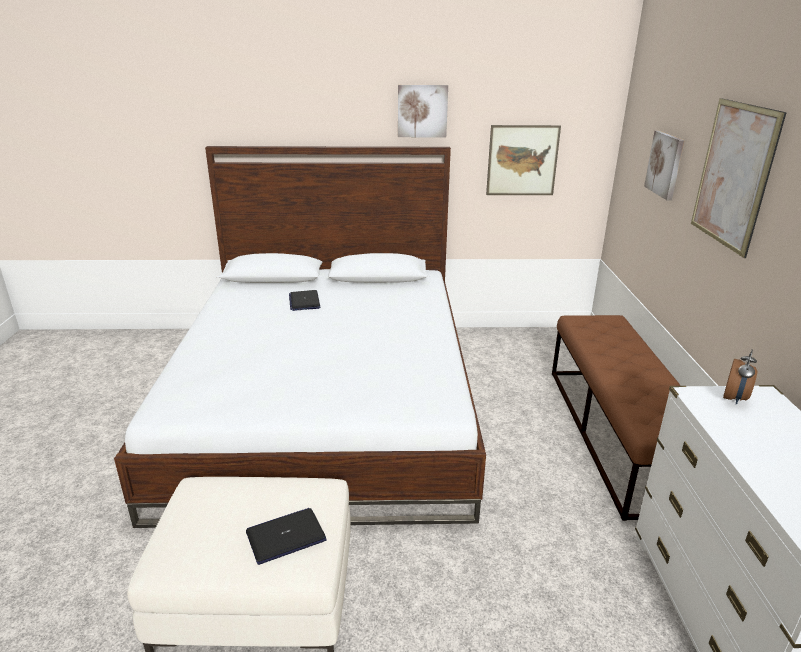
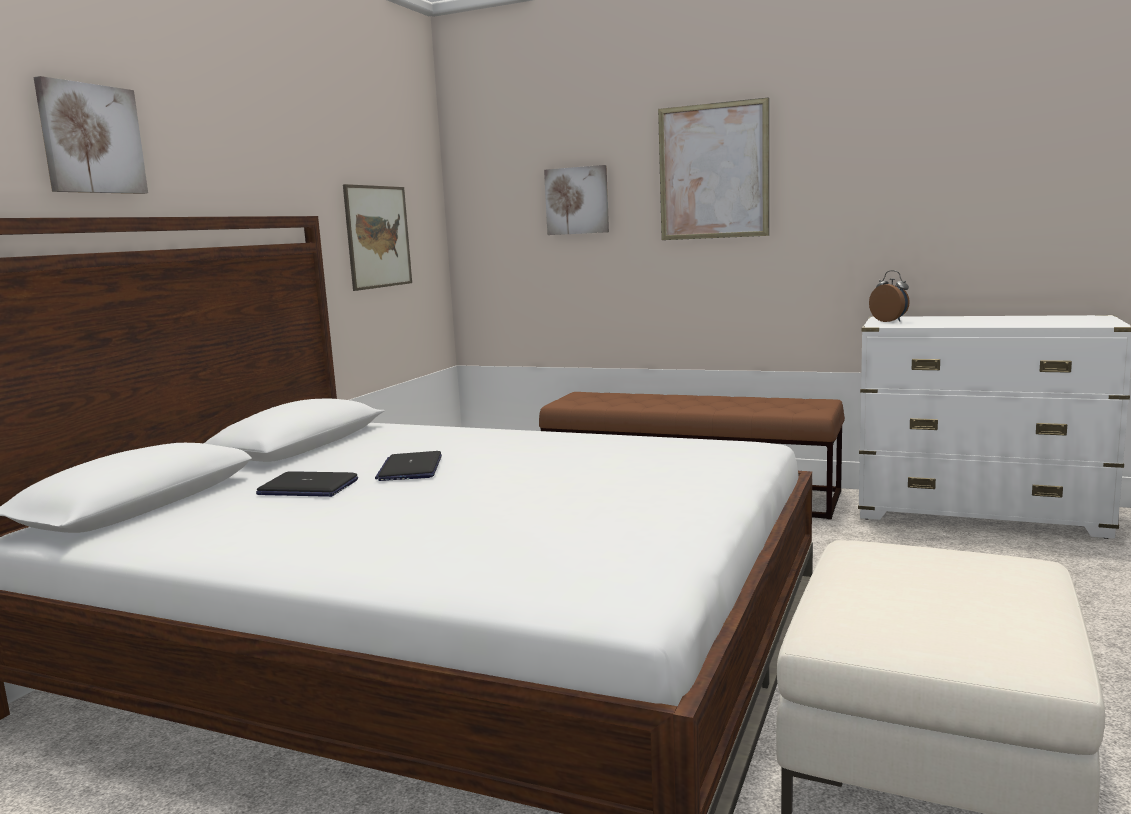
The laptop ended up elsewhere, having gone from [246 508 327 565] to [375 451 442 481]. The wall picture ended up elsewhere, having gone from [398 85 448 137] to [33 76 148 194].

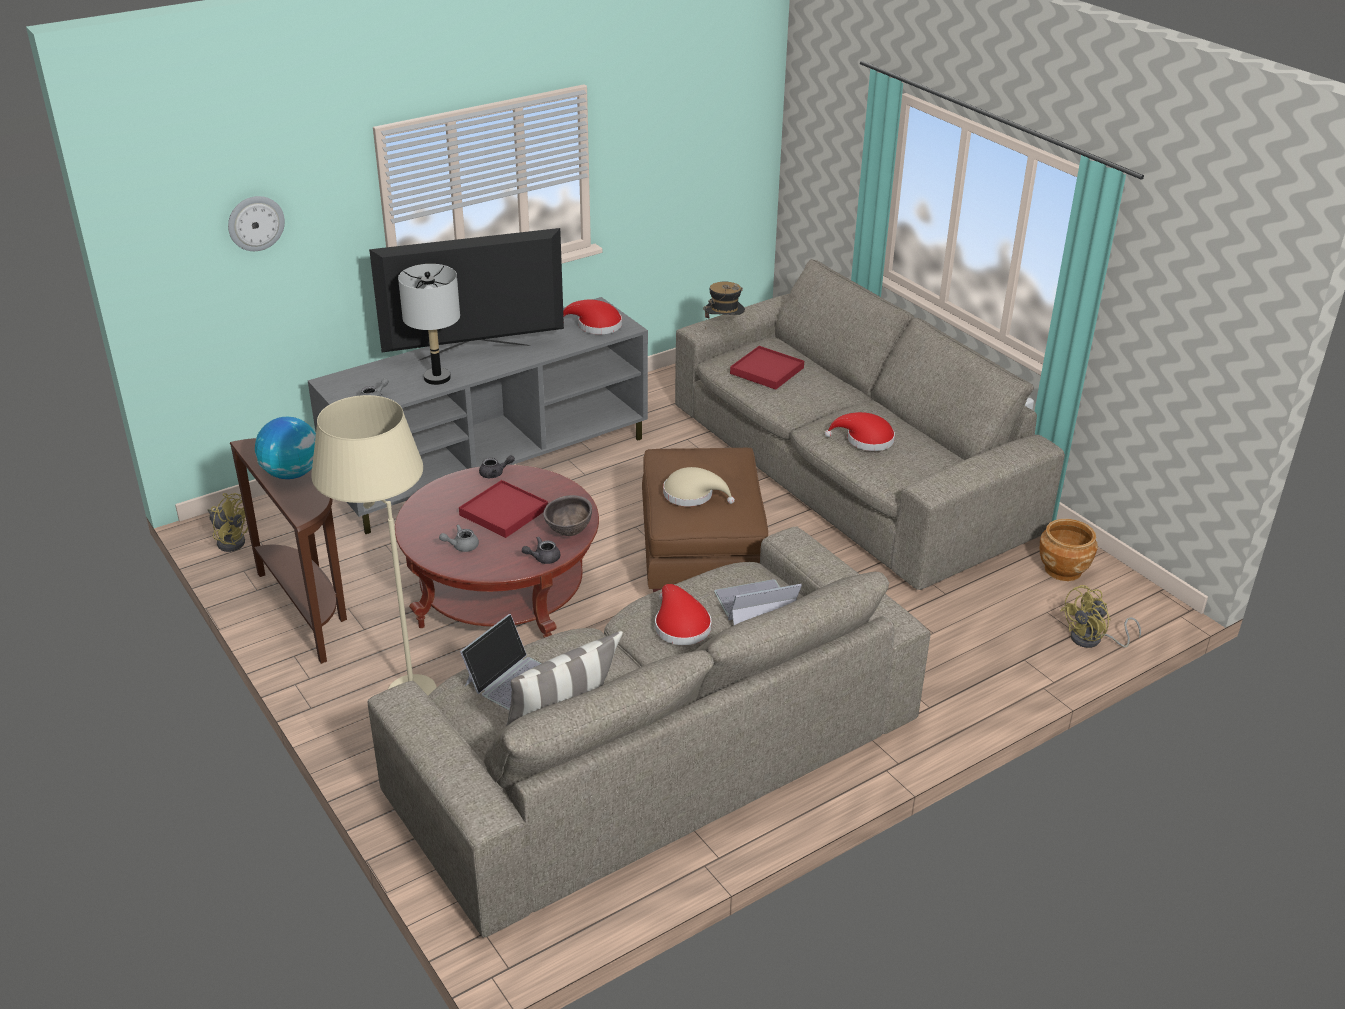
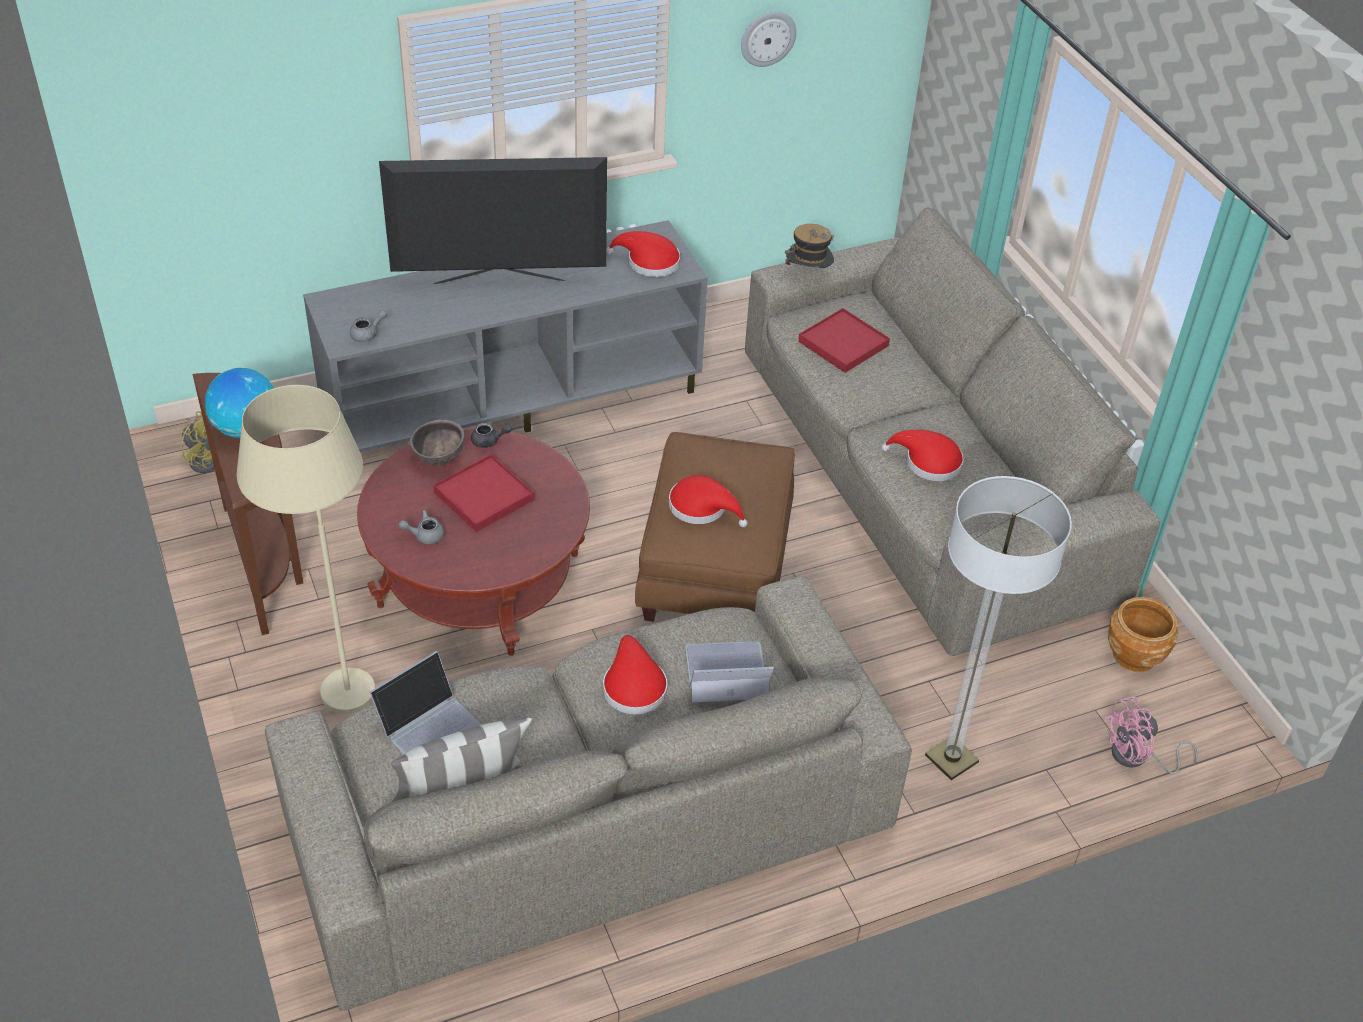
The second view lost the gray table lamp at [398 264 460 385]. The second view lost the gray pot for tea at [522 537 560 564]. The second view gained the standard lamp at [925 476 1072 780]. The clock on the wall ended up elsewhere, having gone from [228 196 285 251] to [741 11 797 67]. The brown-coloured bowl ended up elsewhere, having gone from [543 495 592 536] to [410 419 465 466]. What was the beige-coloured wearable hat at [663 467 735 507] turned into the red wearable hat at [669 475 748 527]. What was the yellow-coloured electric fan at [1060 585 1141 648] turned into the pinkish electric fan at [1103 697 1198 775].

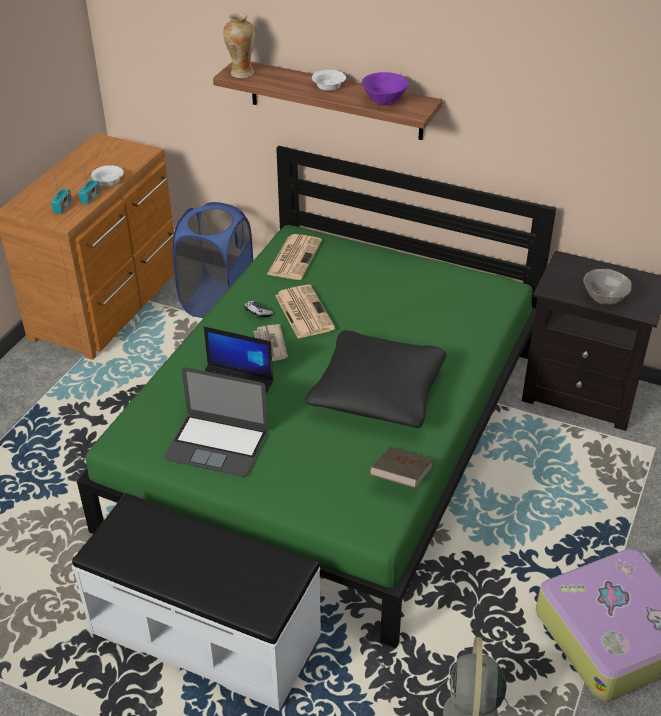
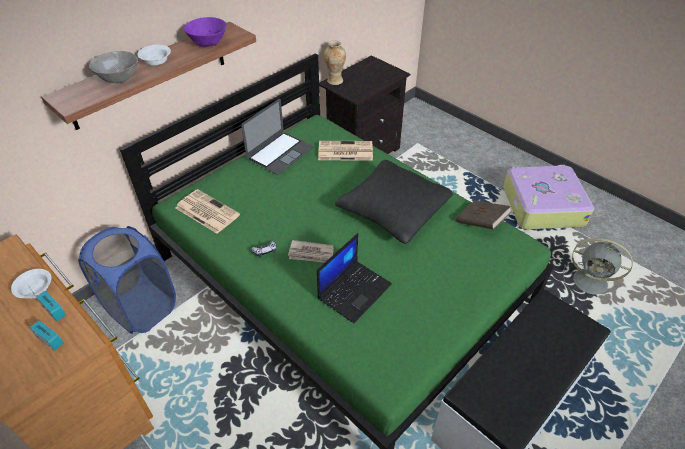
The laptop ended up elsewhere, having gone from [164 367 268 477] to [241 99 313 175]. The vase ended up elsewhere, having gone from [223 13 255 78] to [324 41 346 85]. The daily paper ended up elsewhere, having gone from [275 285 335 338] to [318 141 373 161]. The gray bowl ended up elsewhere, having gone from [583 269 632 305] to [89 51 138 84].

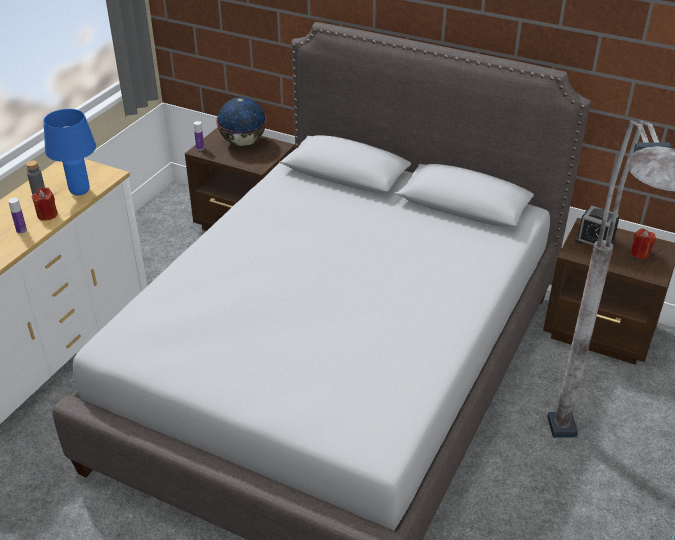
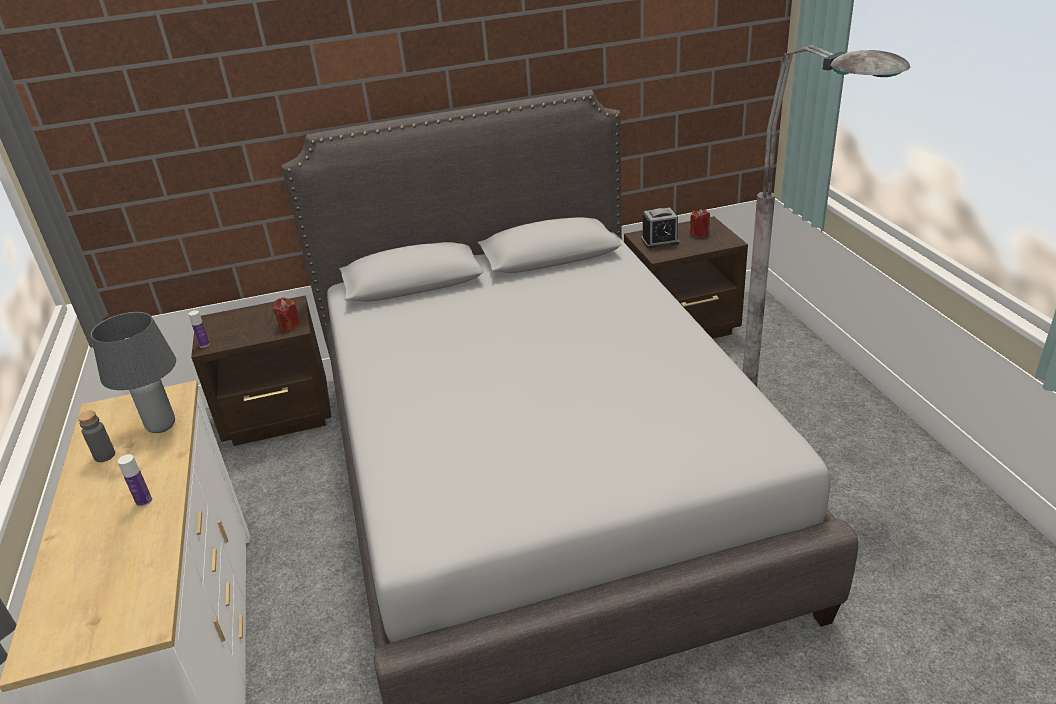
The second view lost the globe at [216 97 267 146]. The red wax candle ended up elsewhere, having gone from [32 187 58 221] to [273 297 301 331]. What was the blue table lamp at [43 109 96 195] turned into the gray table lamp at [91 312 176 433].

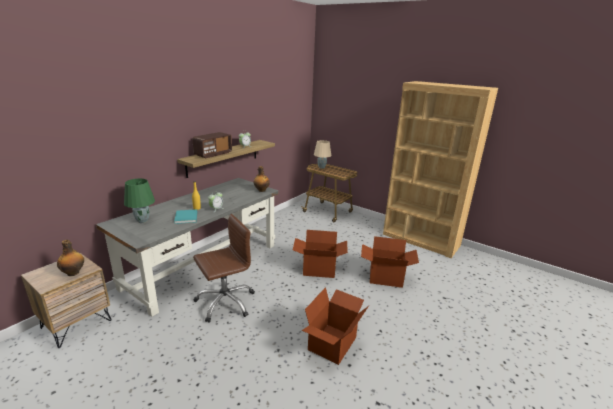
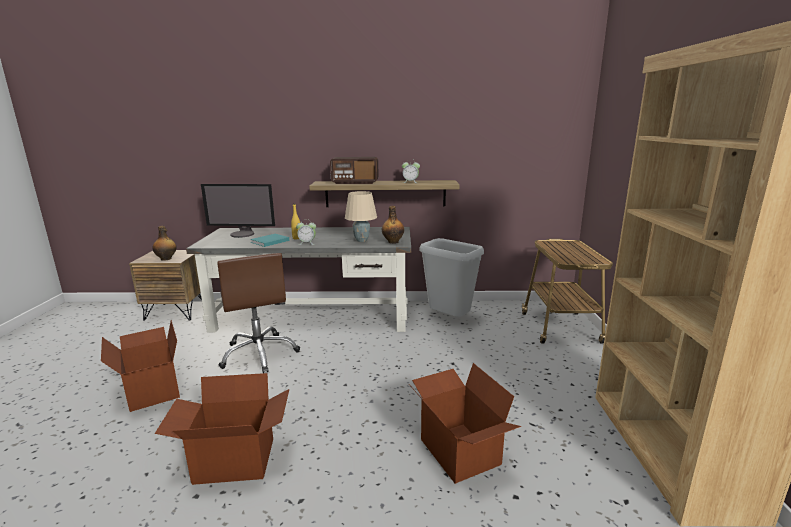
The second view gained the gray trash can at [420 238 484 317]. The cardboard box ended up elsewhere, having gone from [293 230 348 278] to [101 320 180 412]. The beige-coloured table lamp ended up elsewhere, having gone from [314 140 331 169] to [345 191 377 242]. Where the greenish table lamp stood at [124 178 155 223], the computer screen came to stand at [201 184 275 238]. The brown-coloured computer chair at [193 214 255 323] ended up facing another way, 45 degrees clockwise from before.

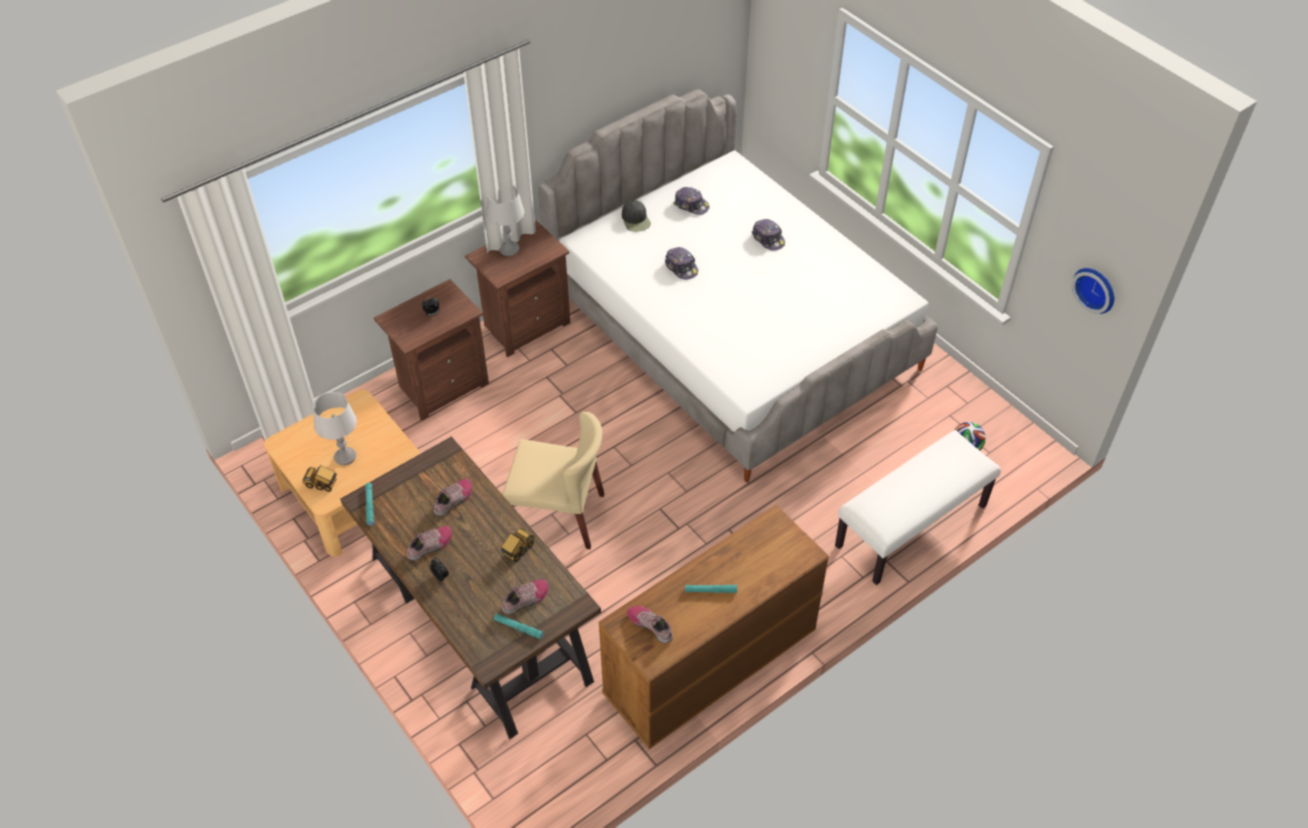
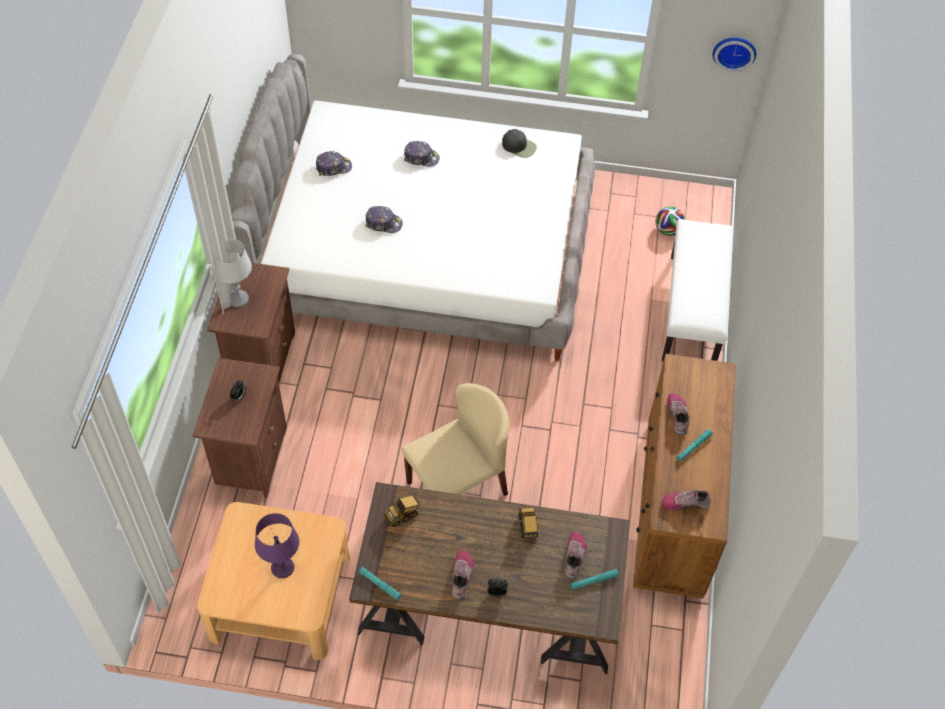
The toy lorry ended up elsewhere, having gone from [303 465 337 492] to [384 495 419 527]. The item of footwear ended up elsewhere, having gone from [433 479 472 516] to [667 393 690 435]. The black baseball cap ended up elsewhere, having gone from [622 200 651 232] to [502 129 537 158]. What was the gray table lamp at [313 392 357 465] turned into the purplish table lamp at [255 513 299 578].

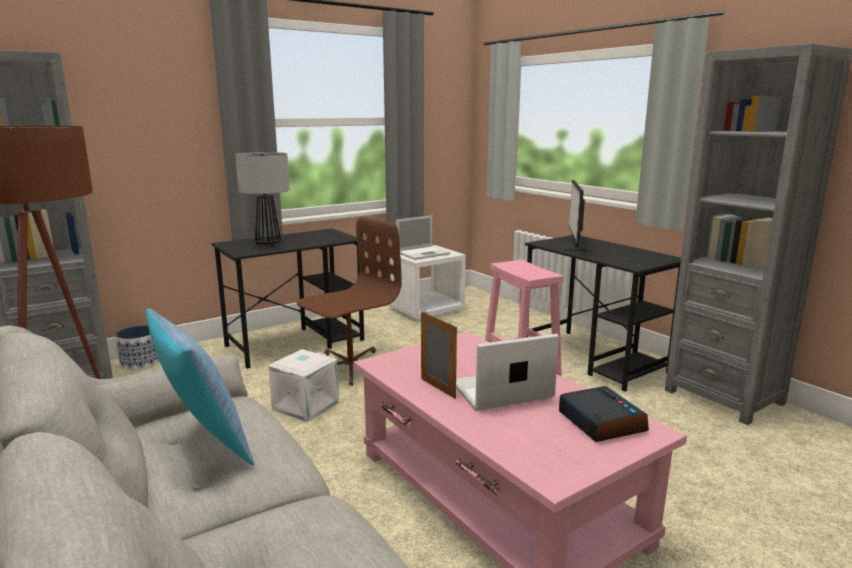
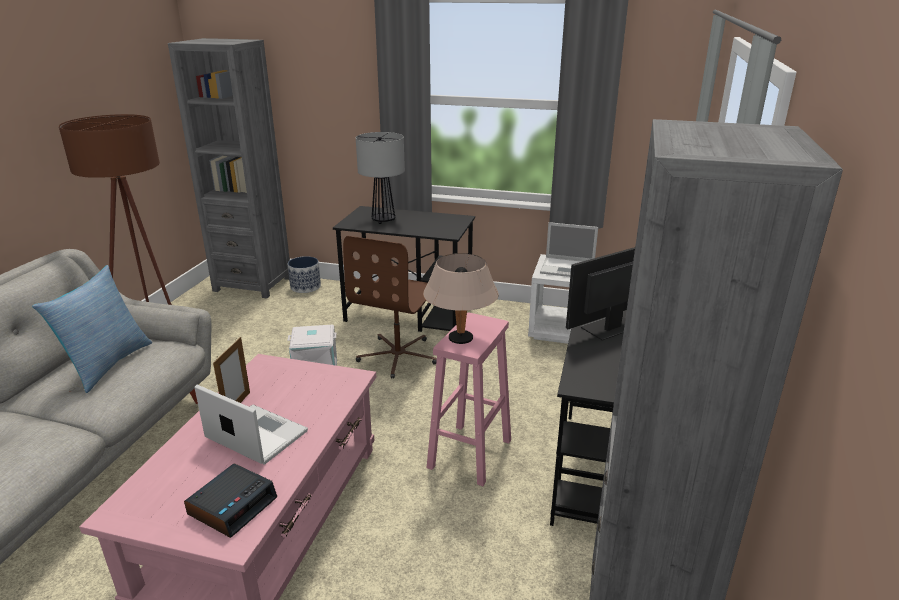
The second view gained the beige-coloured table lamp at [423 253 499 344]. The brown-coloured computer chair at [297 217 402 386] ended up facing another way, 105 degrees clockwise from before.

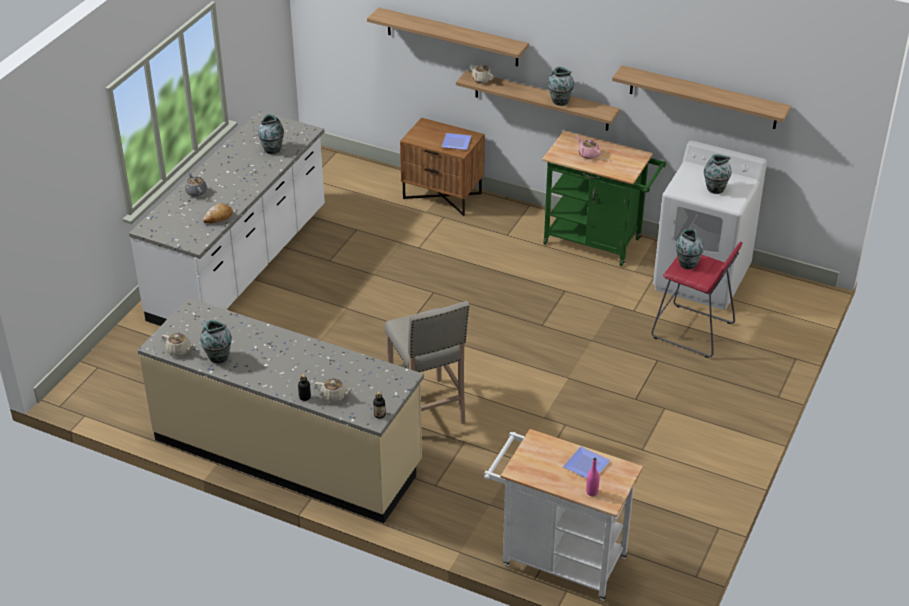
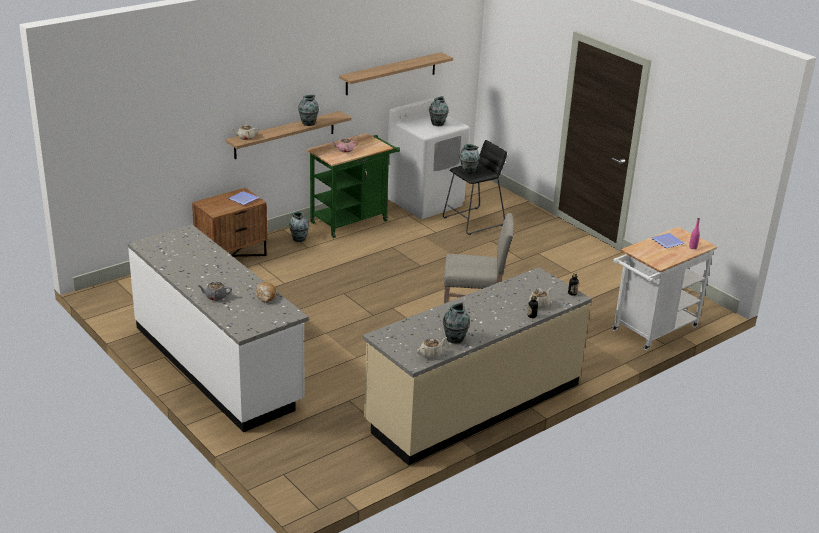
The second view lost the wall shelf at [367 7 529 66]. The vase ended up elsewhere, having gone from [258 114 284 154] to [289 212 309 242]. What was the red sitting stool at [652 242 742 358] turned into the black sitting stool at [443 140 507 235].

